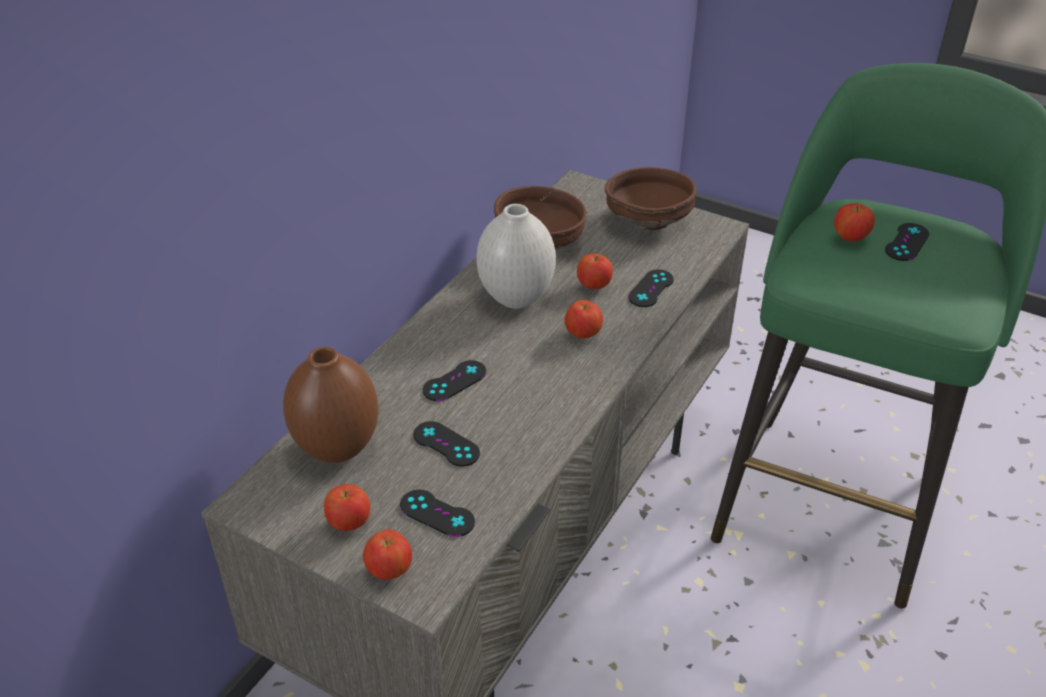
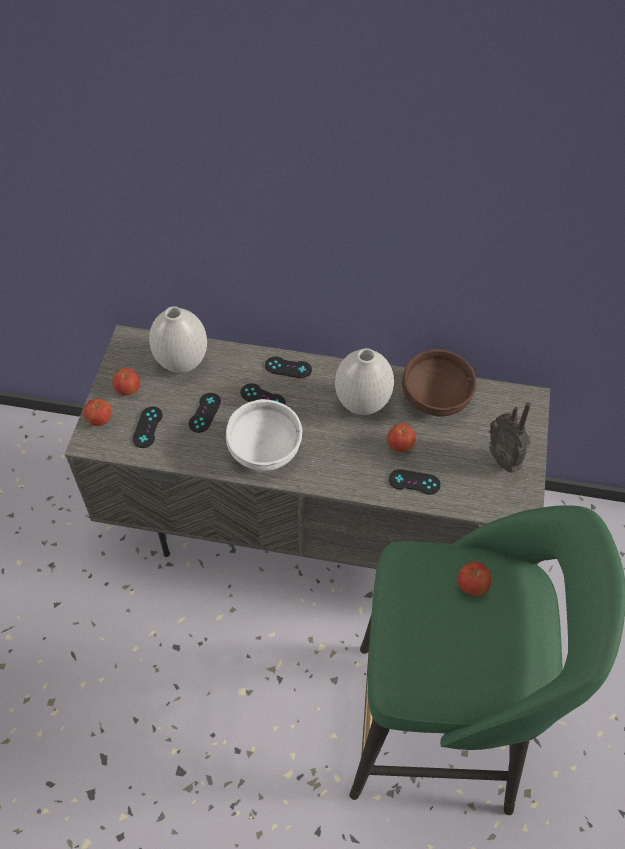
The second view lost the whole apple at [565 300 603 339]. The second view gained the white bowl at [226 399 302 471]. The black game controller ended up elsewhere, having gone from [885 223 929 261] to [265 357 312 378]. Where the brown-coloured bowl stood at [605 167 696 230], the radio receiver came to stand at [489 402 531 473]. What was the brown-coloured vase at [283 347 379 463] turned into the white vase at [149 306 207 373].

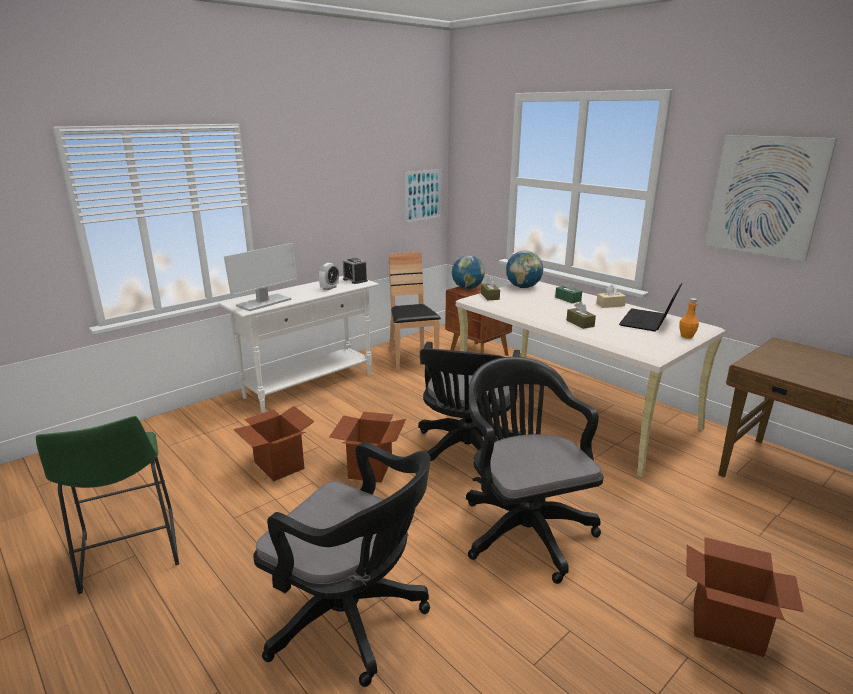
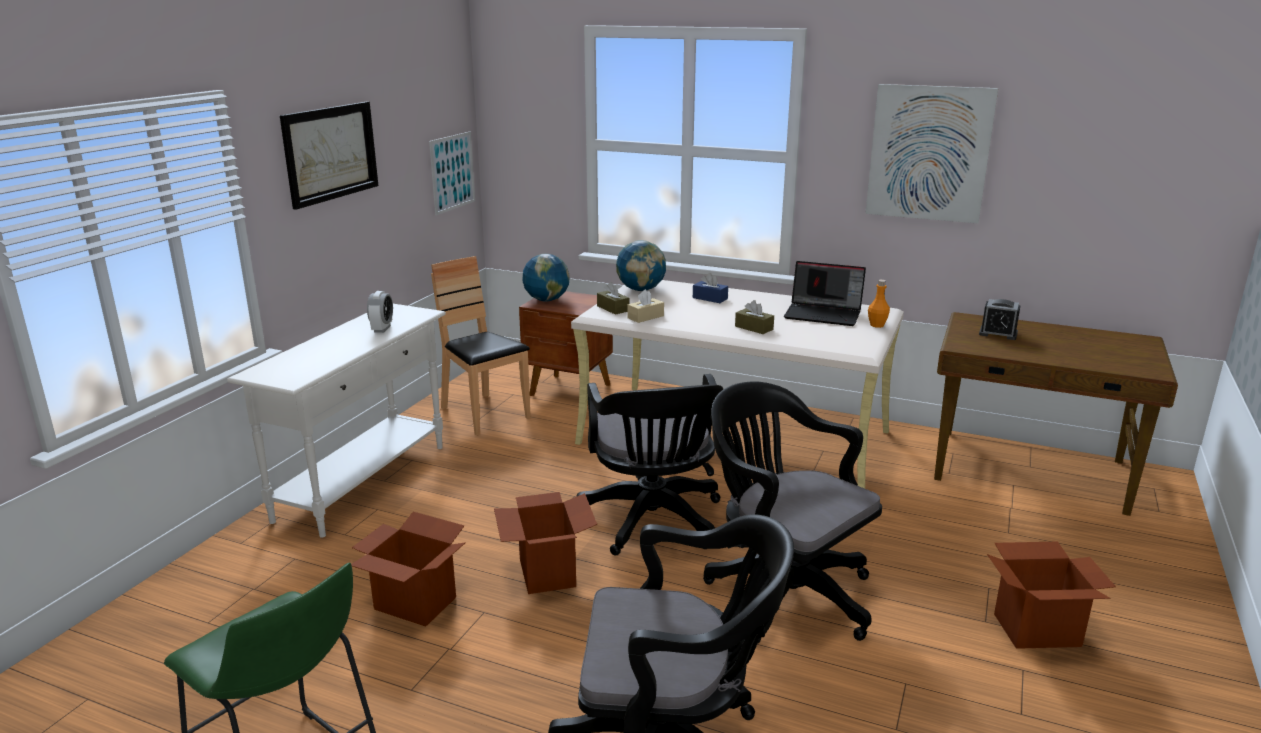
The second view lost the computer screen at [224 243 298 311]. The second view gained the wall picture at [280 102 378 210]. The bedside clock ended up elsewhere, having gone from [343 258 368 284] to [979 299 1021 340]. The beige-coloured tissue box ended up elsewhere, having gone from [596 284 626 308] to [627 289 664 323]. What was the greenish tissue box at [555 280 582 303] turned into the blue tissue box at [693 273 728 303]. The laptop at [619 283 682 332] ended up facing another way, 75 degrees counterclockwise from before.

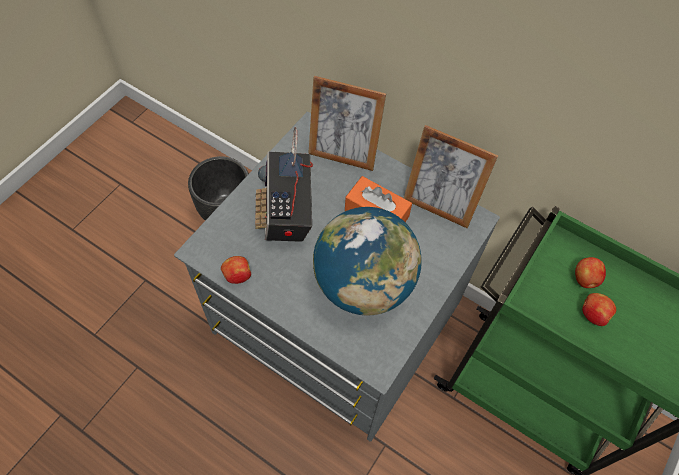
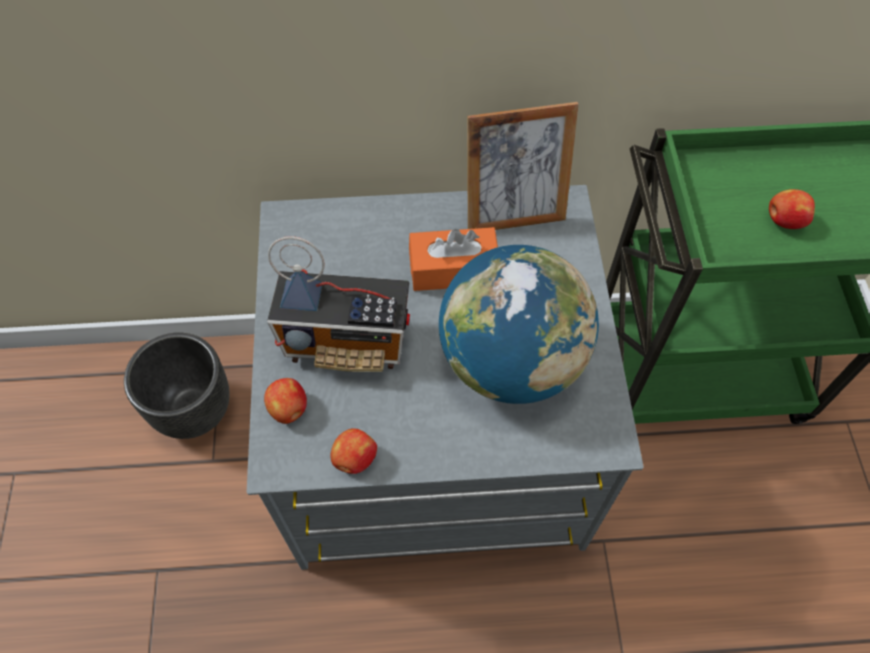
The second view lost the photo frame at [308 76 386 171]. The whole apple ended up elsewhere, having gone from [575 257 606 288] to [264 378 307 424]. The radio receiver at [255 127 313 242] ended up facing another way, 45 degrees counterclockwise from before.

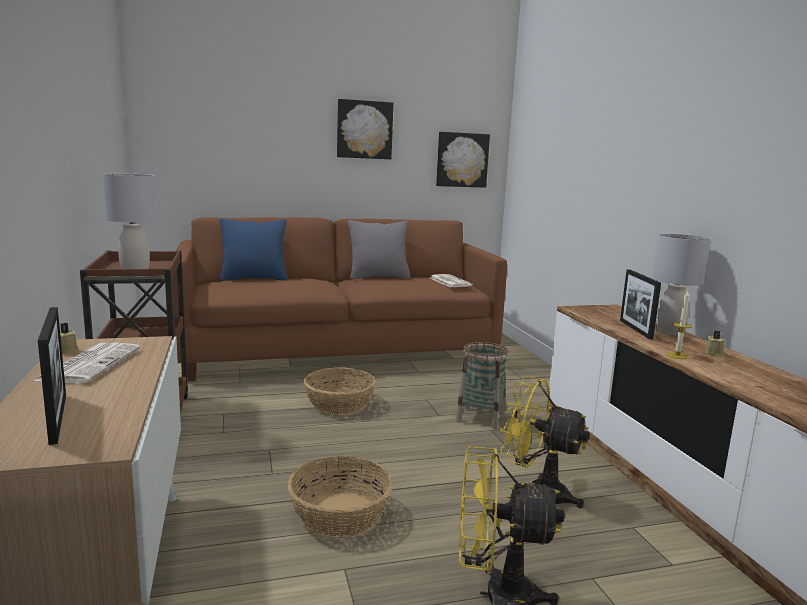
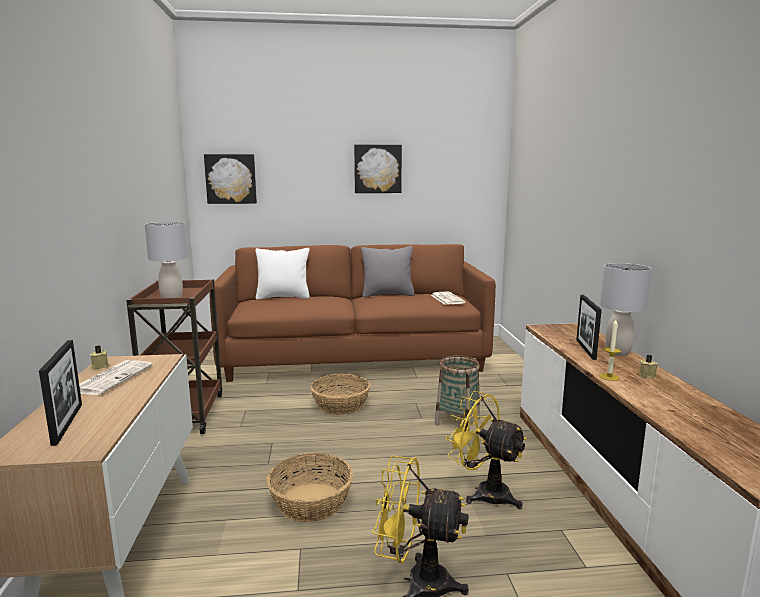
The wall picture ended up elsewhere, having gone from [436 132 490 188] to [204 154 257 204]. What was the blue pillow at [220 218 287 281] turned into the white pillow at [255 248 310 300].

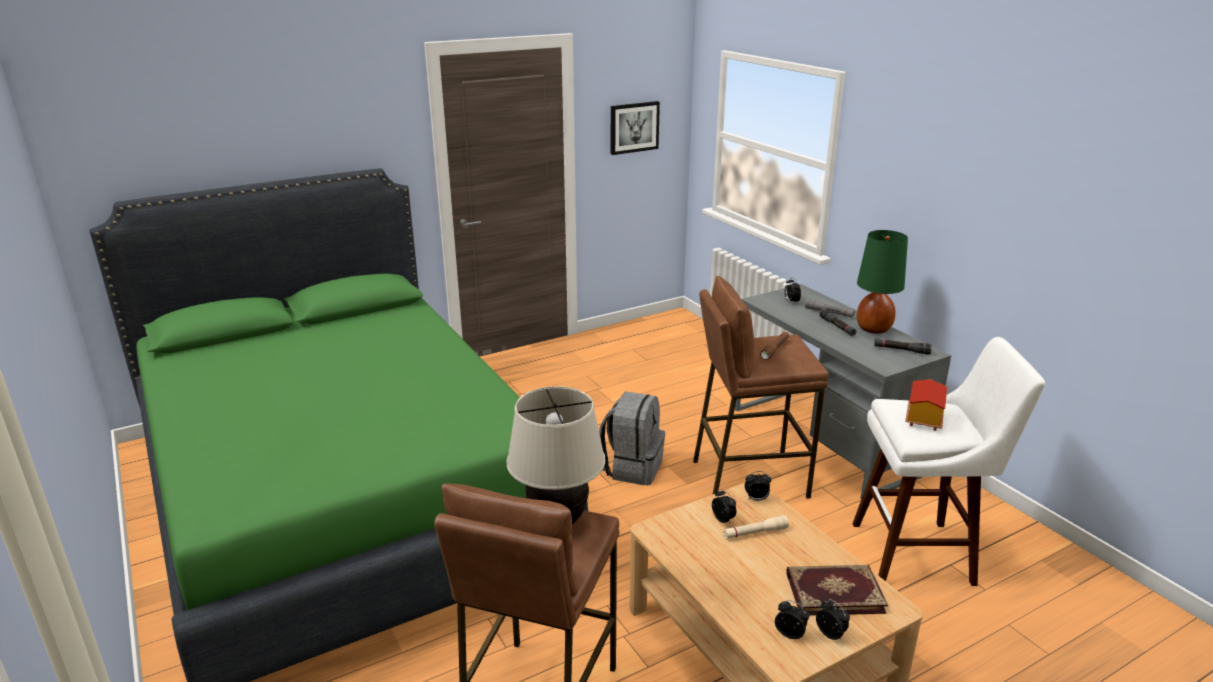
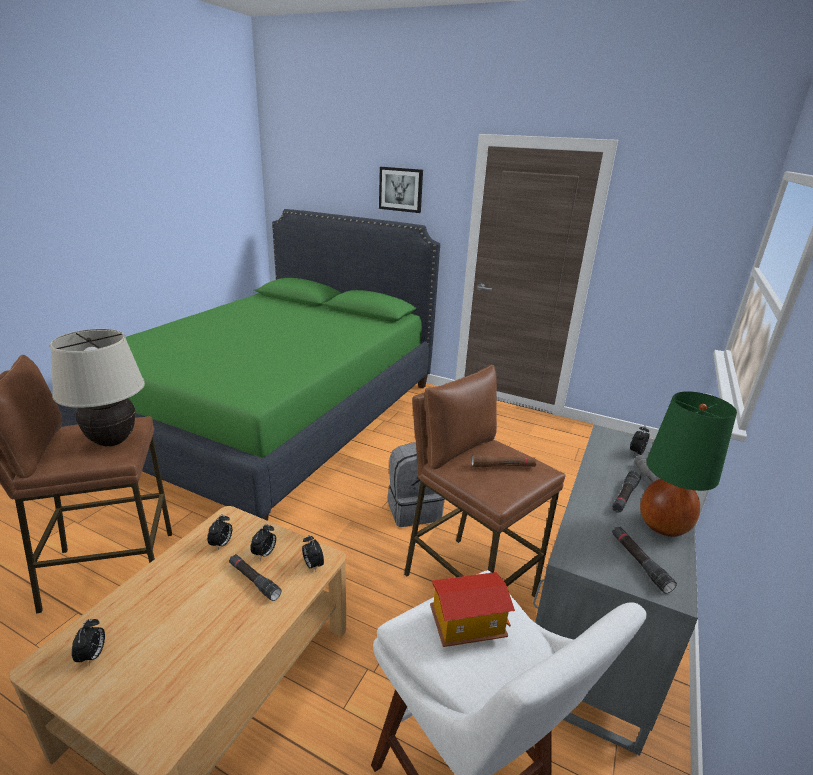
The second view lost the bound book at [787 565 888 616]. The wall picture ended up elsewhere, having gone from [611 101 660 155] to [379 167 423 213]. The bedside clock ended up elsewhere, having gone from [816 599 850 640] to [207 514 232 549]. What was the beige-coloured hand torch at [723 515 789 539] turned into the black hand torch at [229 554 282 601].

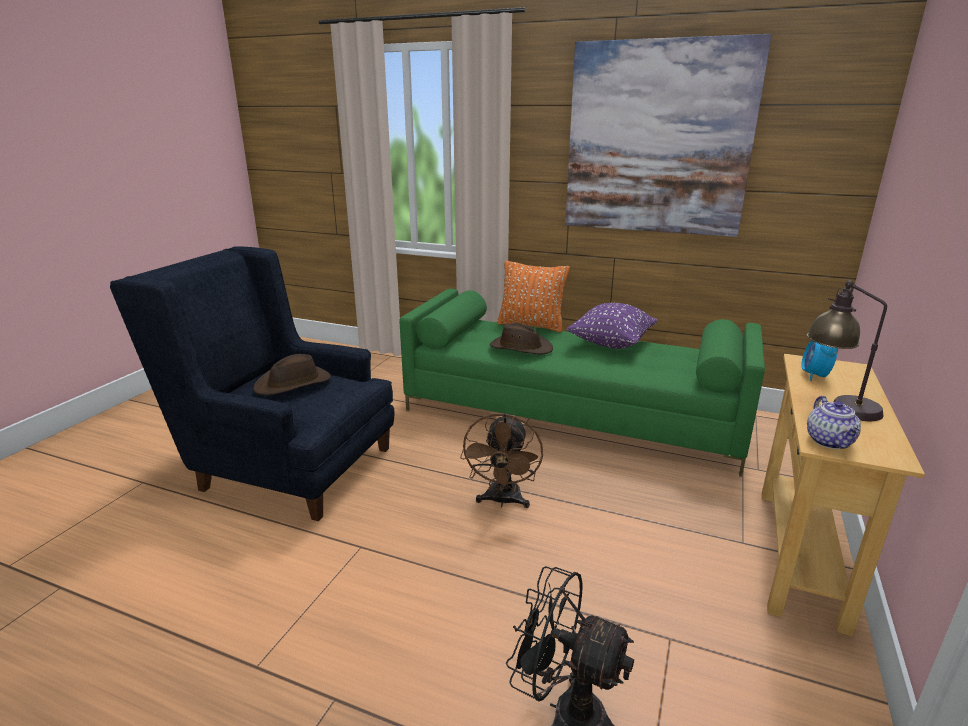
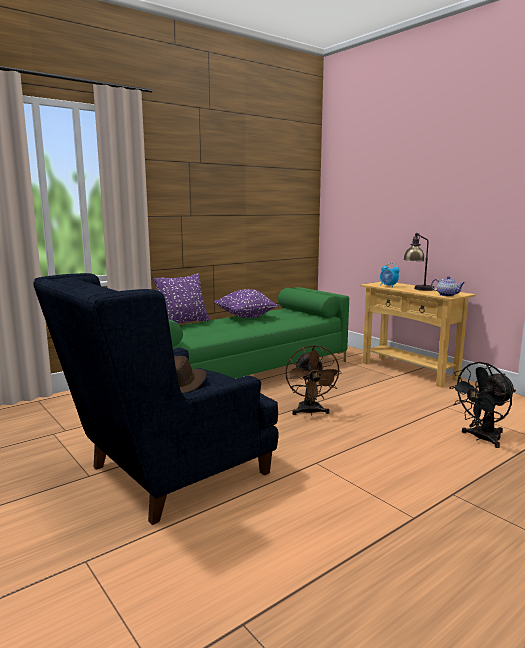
The second view lost the brown-coloured wearable hat at [490 323 553 354]. The second view lost the wall picture at [565 34 772 237]. What was the orange-coloured pillow at [497 261 570 332] turned into the purplish pillow at [154 273 210 324]. The brown-coloured electric fan at [460 413 543 508] ended up facing another way, 45 degrees clockwise from before.

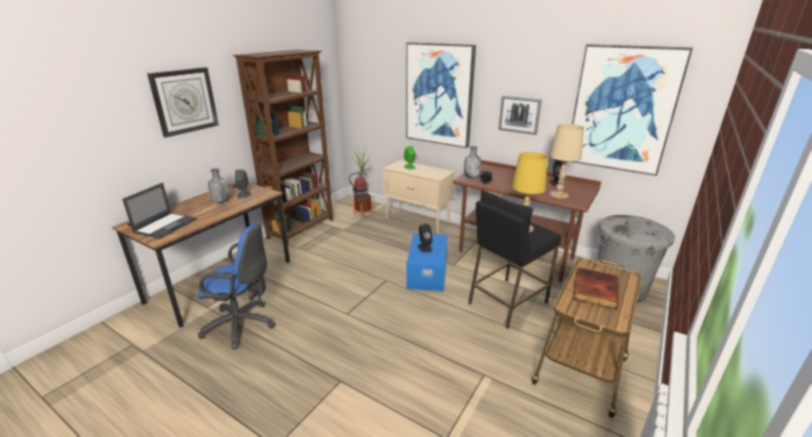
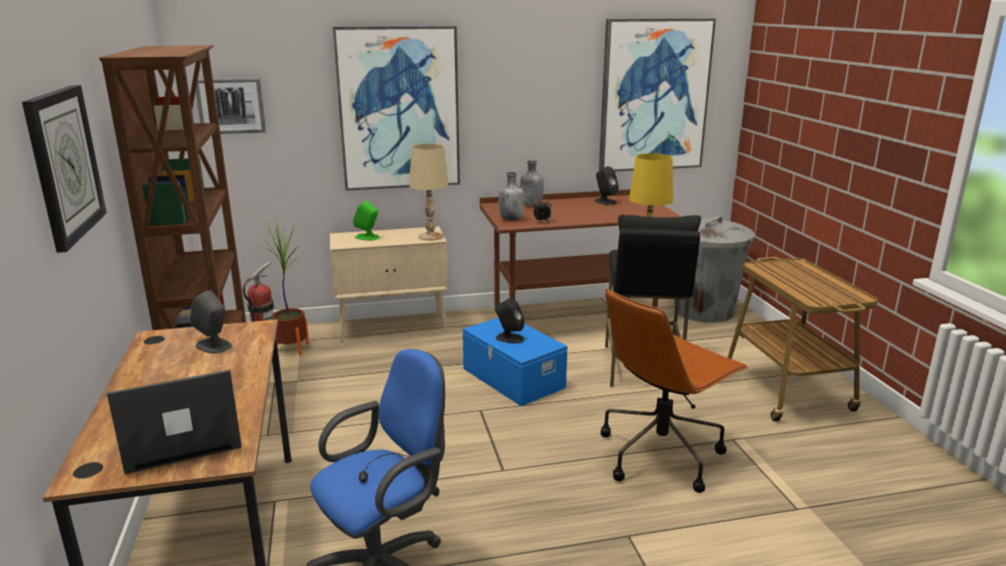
The second view lost the bound book at [573 267 619 309]. The second view gained the brown-coloured computer chair at [601 289 748 493]. The gray bottle ended up elsewhere, having gone from [208 168 230 203] to [520 160 544 205]. The wall picture ended up elsewhere, having gone from [499 96 542 135] to [196 78 266 134]. The beige-coloured table lamp ended up elsewhere, having gone from [549 124 584 199] to [409 144 448 241]. The laptop at [122 183 196 239] ended up facing another way, 90 degrees counterclockwise from before.

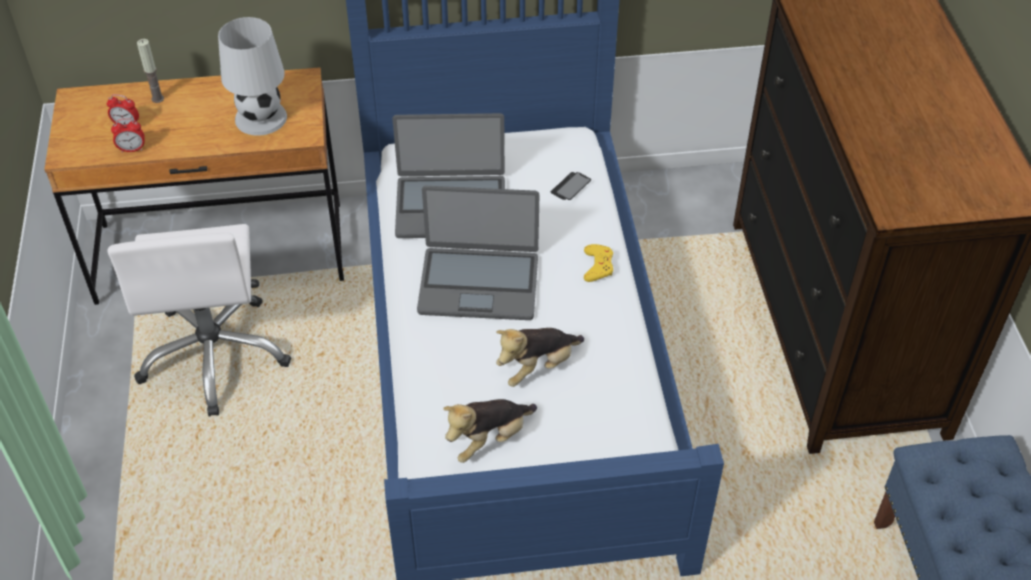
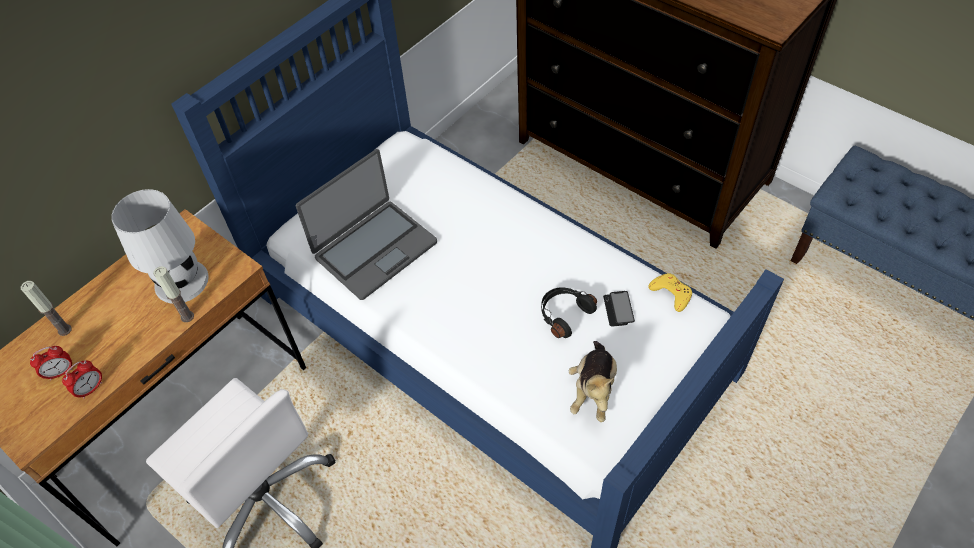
The second view lost the laptop at [417 186 539 320]. The second view gained the wax candle at [153 266 194 322]. The phone ended up elsewhere, having gone from [551 172 591 200] to [603 291 635 326]. The yellow-coloured game controller ended up elsewhere, having gone from [584 244 613 282] to [648 273 692 312]. Where the cuddly toy stood at [496 328 584 387], the black headset came to stand at [541 287 597 338].

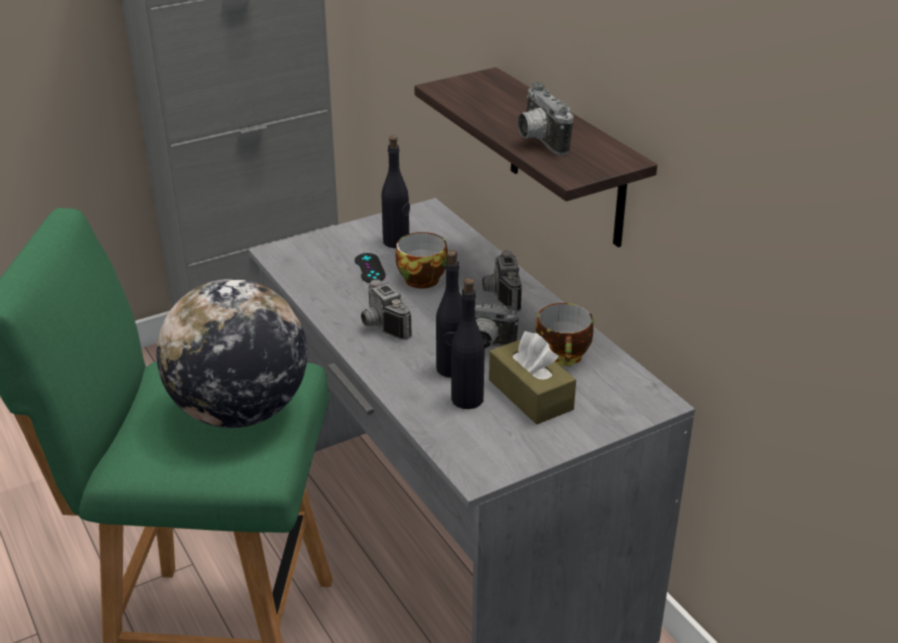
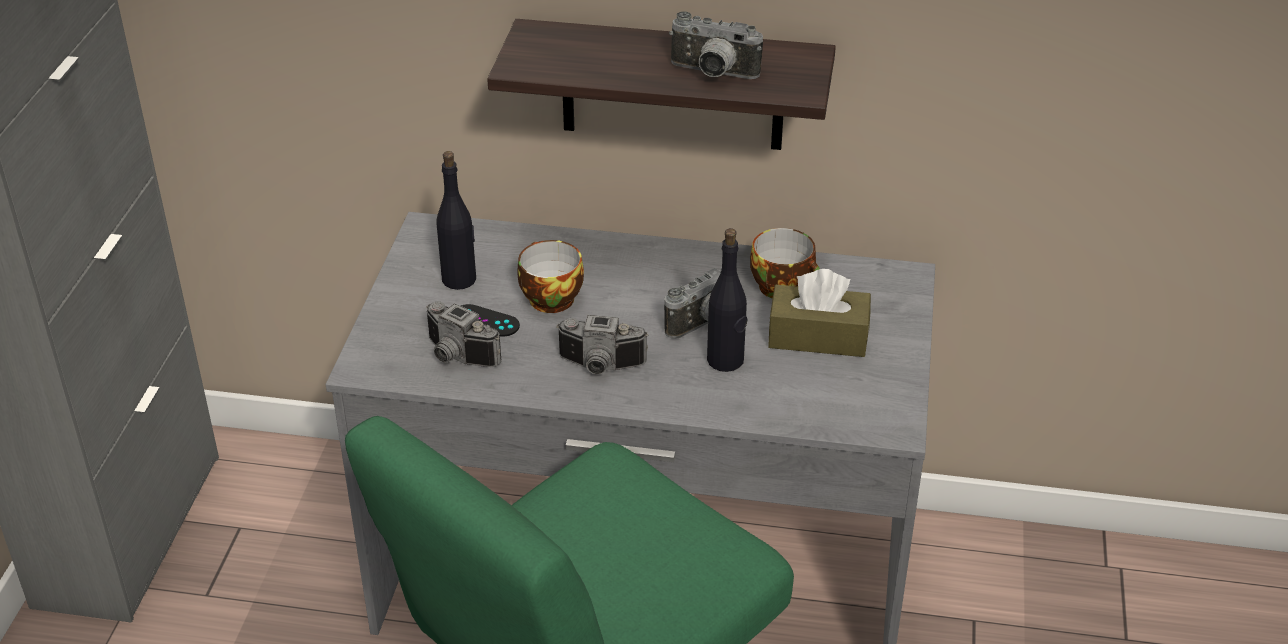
The second view lost the globe at [156 279 307 428]. The second view lost the black bottle at [451 278 485 409]. The still camera ended up elsewhere, having gone from [482 250 522 312] to [426 302 502 367].

